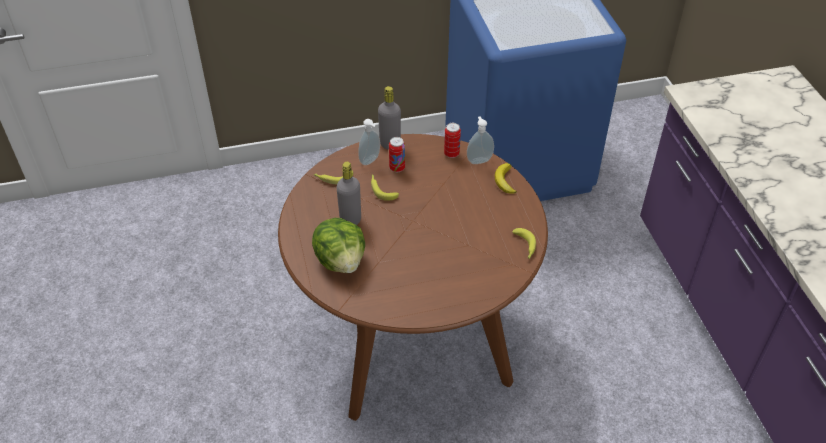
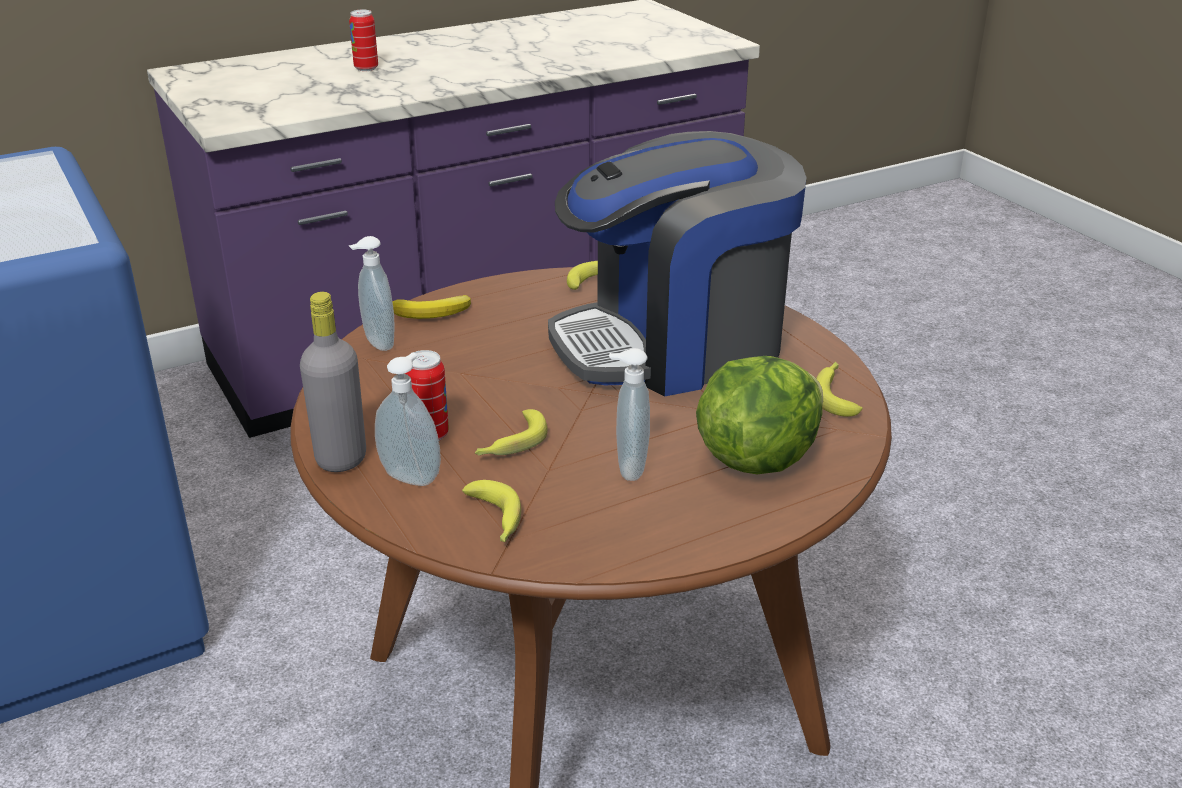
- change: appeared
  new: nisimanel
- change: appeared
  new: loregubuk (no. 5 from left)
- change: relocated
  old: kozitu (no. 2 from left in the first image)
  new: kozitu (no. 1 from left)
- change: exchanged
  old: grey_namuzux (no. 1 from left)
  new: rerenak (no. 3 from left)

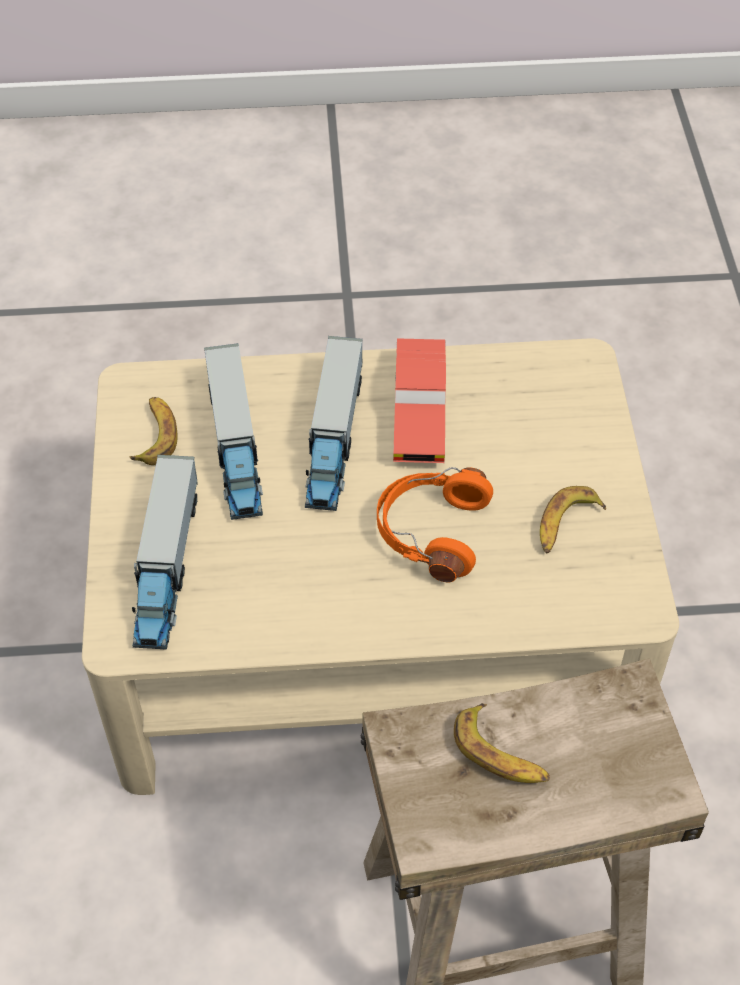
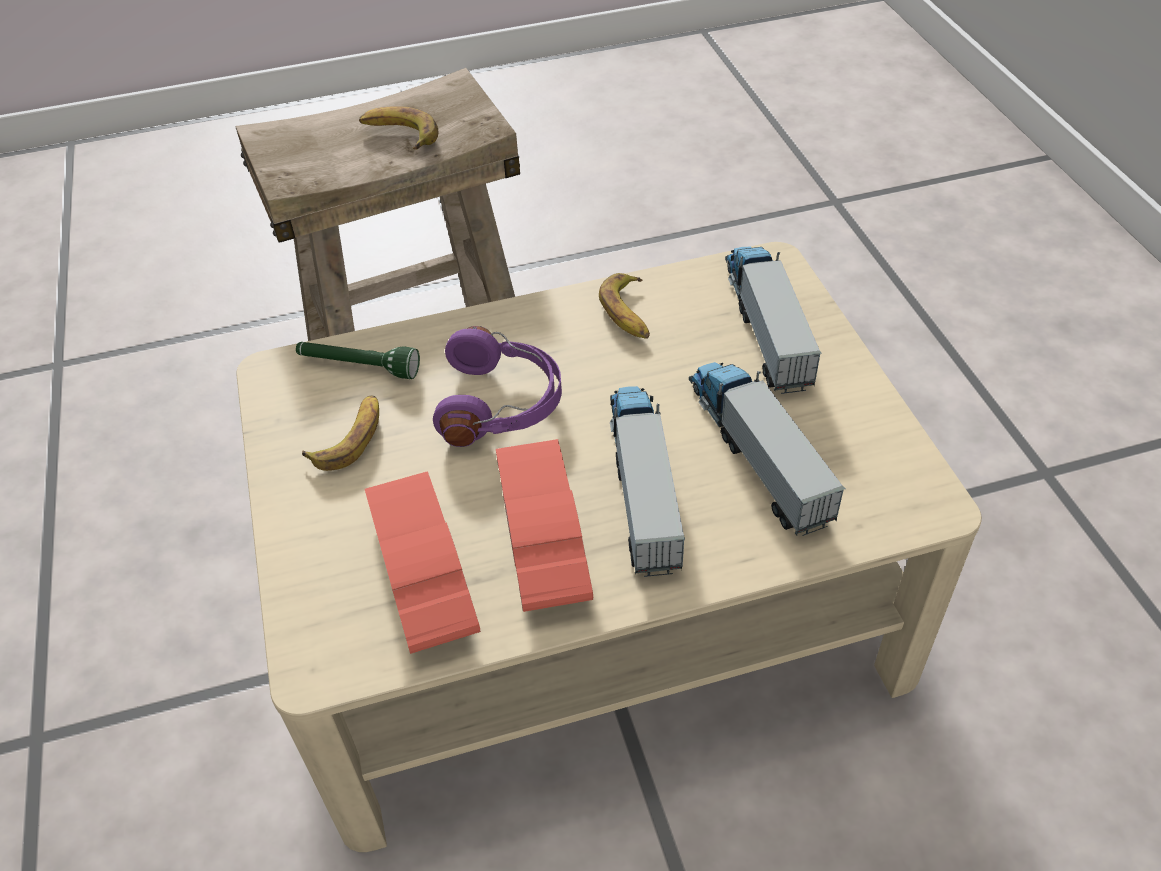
- change: appeared
  new: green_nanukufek
- change: appeared
  new: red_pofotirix (no. 1 from left)
- change: relocated
  old: loregubuk (no. 1 from left in the first image)
  new: loregubuk (no. 3 from left)
- change: colour
  old: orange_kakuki
  new: purple_kakuki

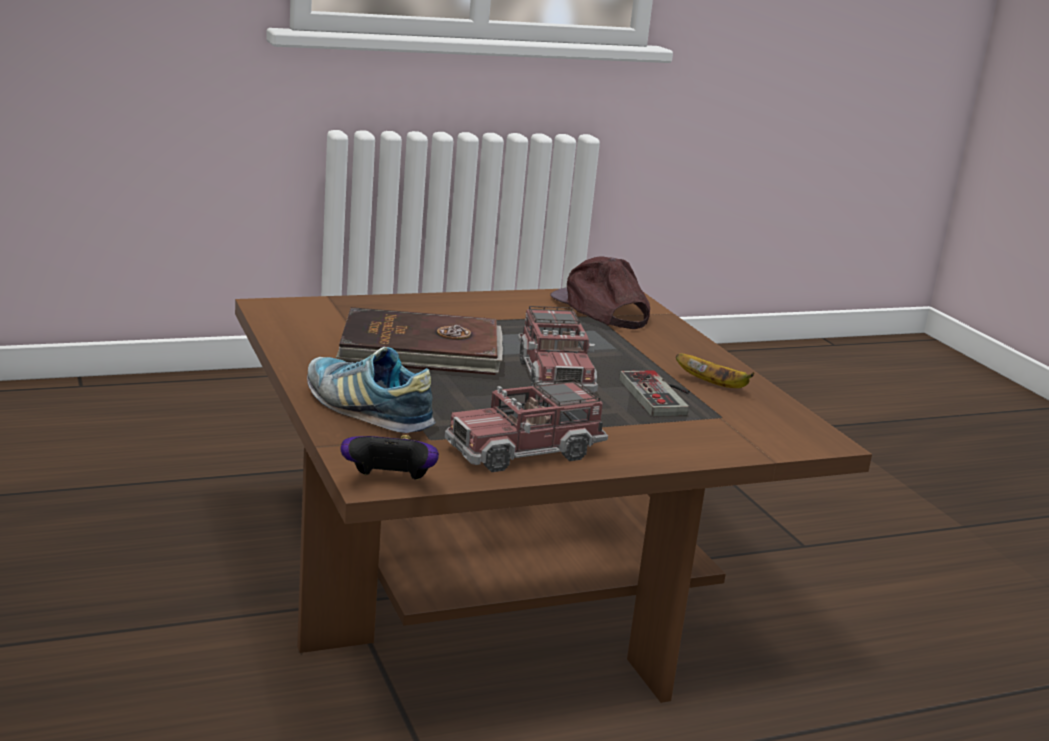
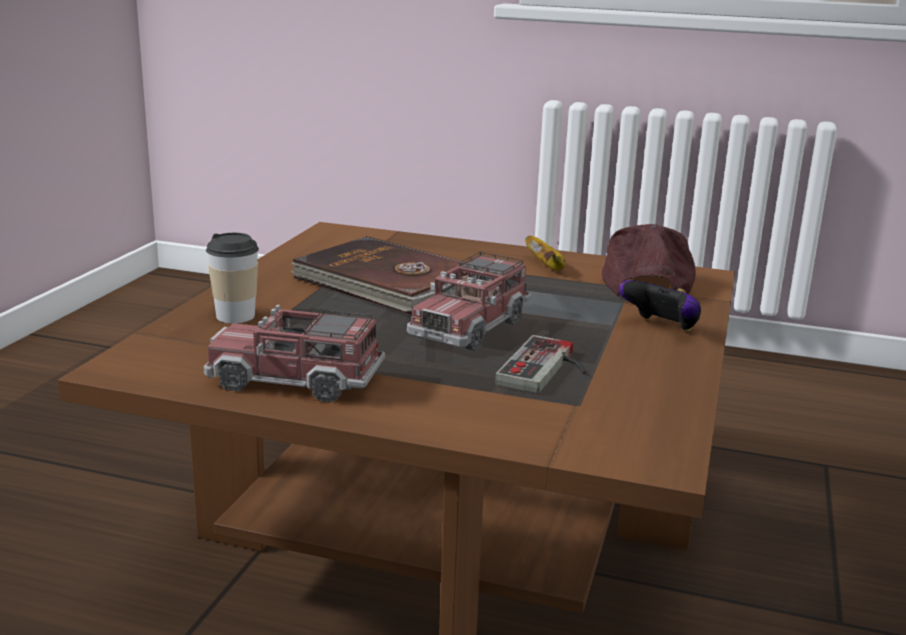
- change: relocated
  old: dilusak (no. 1 from left in the first image)
  new: dilusak (no. 2 from left)
- change: relocated
  old: loregubuk
- change: exchanged
  old: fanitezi
  new: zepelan

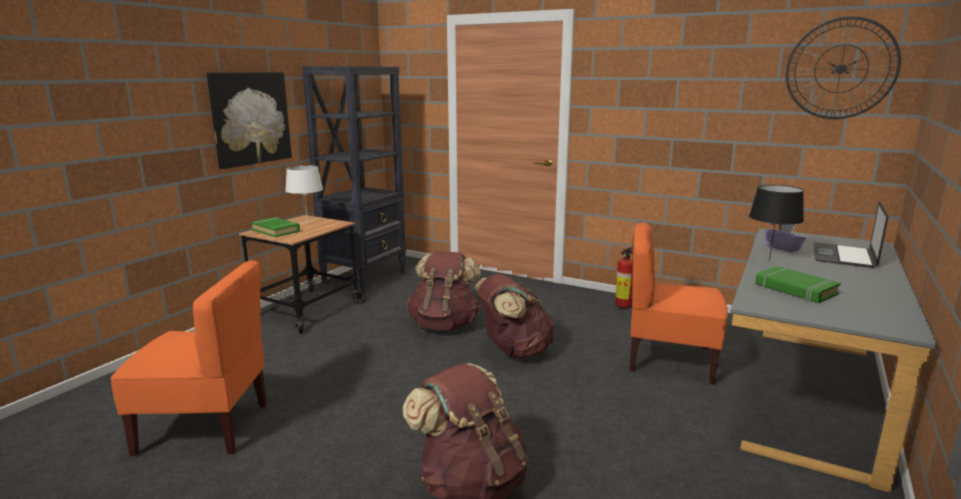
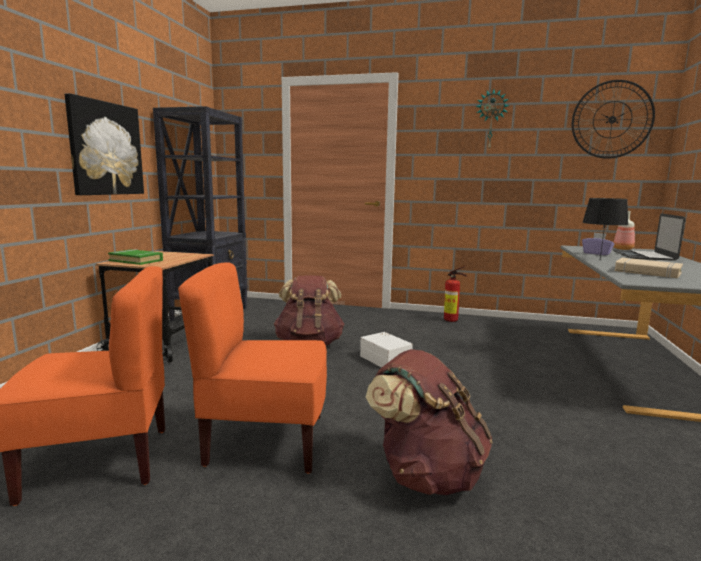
- change: missing
  old: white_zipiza
- change: appeared
  new: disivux (no. 1 from left)
- change: appeared
  new: namuzux
- change: relocated
  old: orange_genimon (no. 2 from left)
- change: exchanged
  old: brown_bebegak (no. 3 from left)
  new: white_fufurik
- change: colour
  old: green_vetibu (no. 2 from left)
  new: beige_vetibu

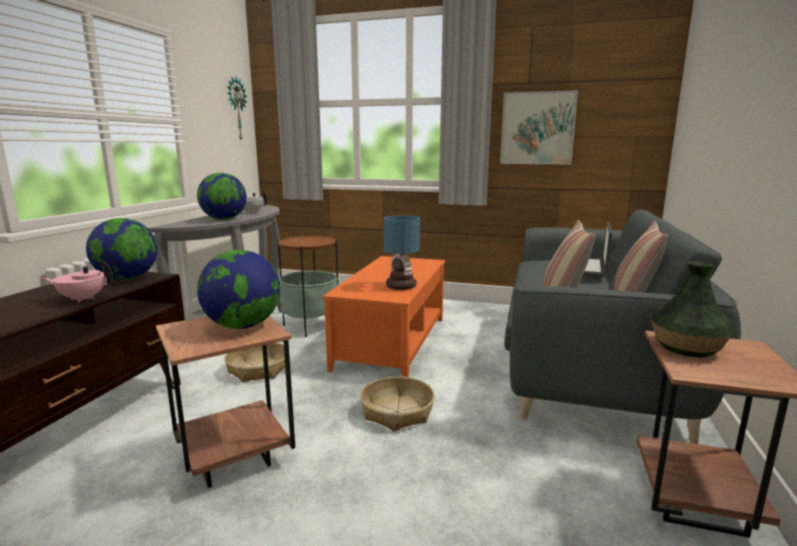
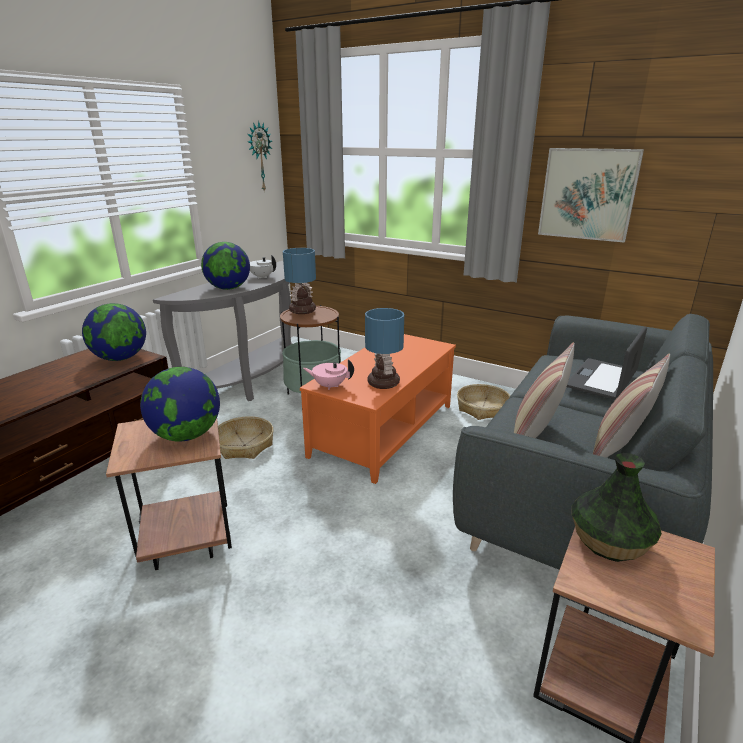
- change: appeared
  new: zipiza (no. 1 from left)
- change: relocated
  old: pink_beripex
- change: relocated
  old: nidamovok (no. 2 from left)

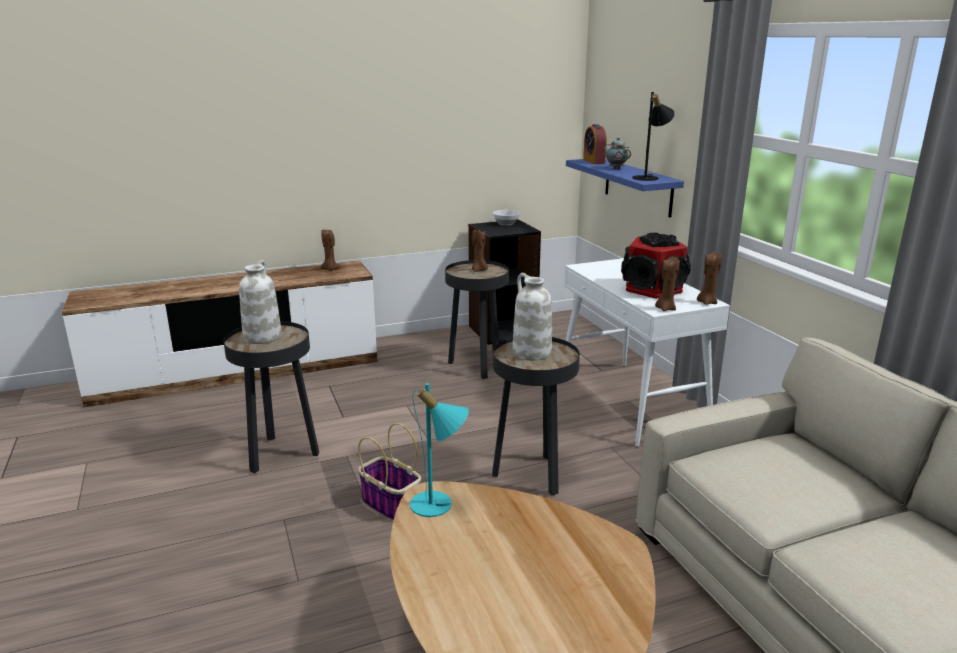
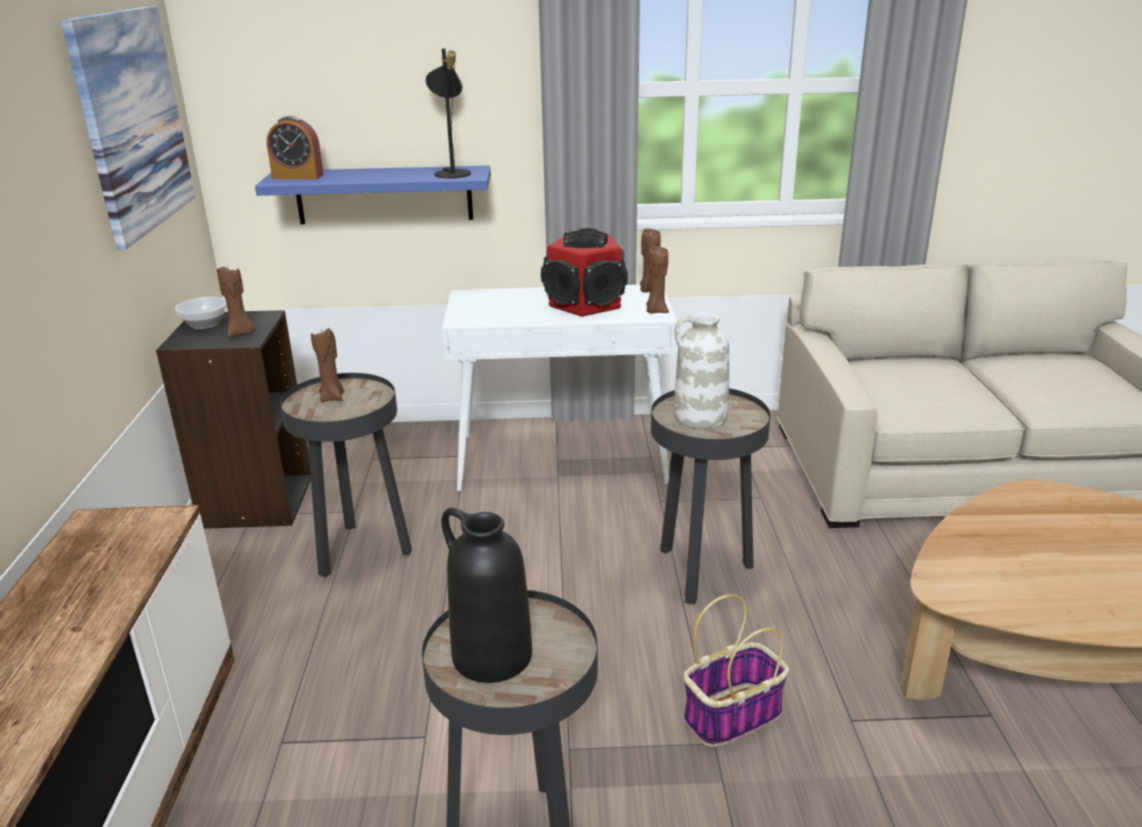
- change: missing
  old: turquoise_zipiza
- change: missing
  old: beripex
- change: appeared
  new: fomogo
- change: relocated
  old: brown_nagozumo (no. 1 from left)
- change: colour
  old: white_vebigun (no. 1 from left)
  new: black_vebigun

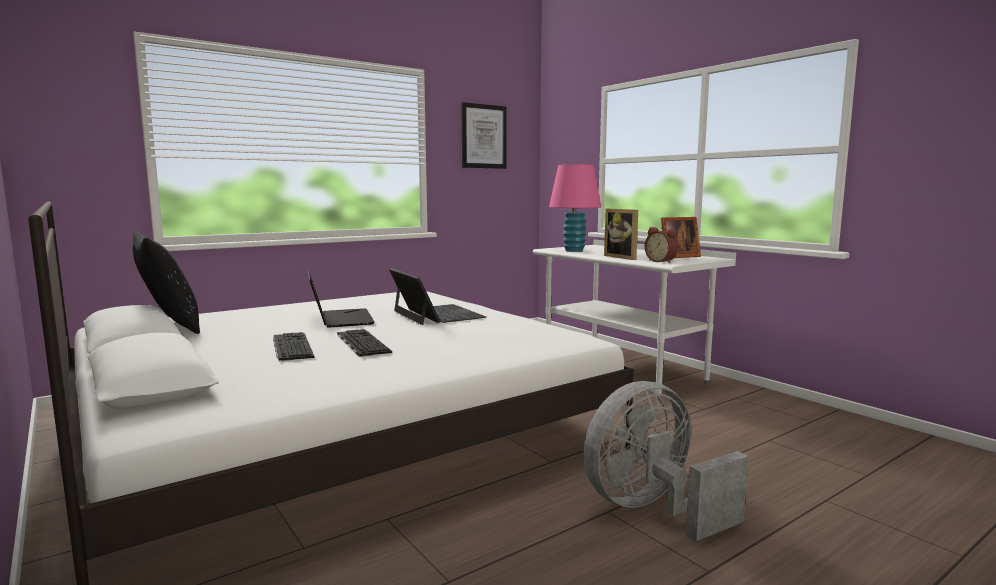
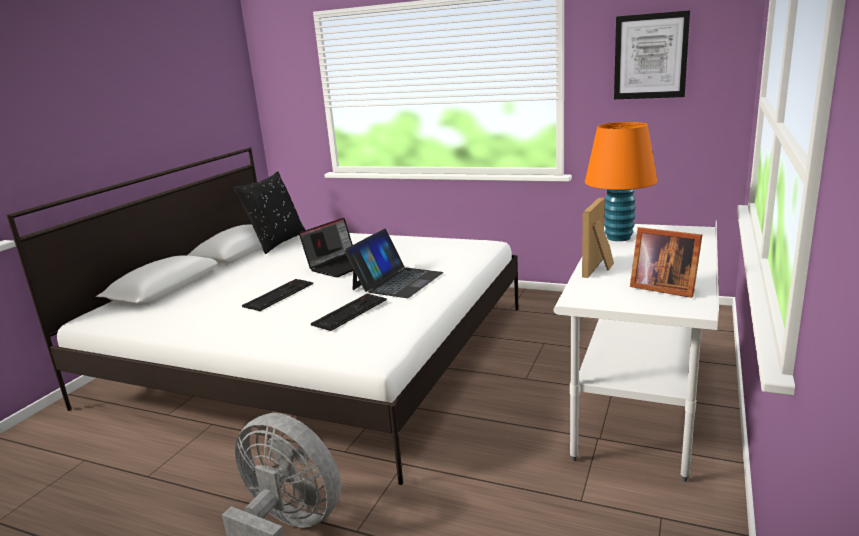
- change: missing
  old: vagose
- change: relocated
  old: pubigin (no. 1 from left in the first image)
  new: pubigin (no. 2 from left)
- change: colour
  old: pink_zipiza
  new: orange_zipiza

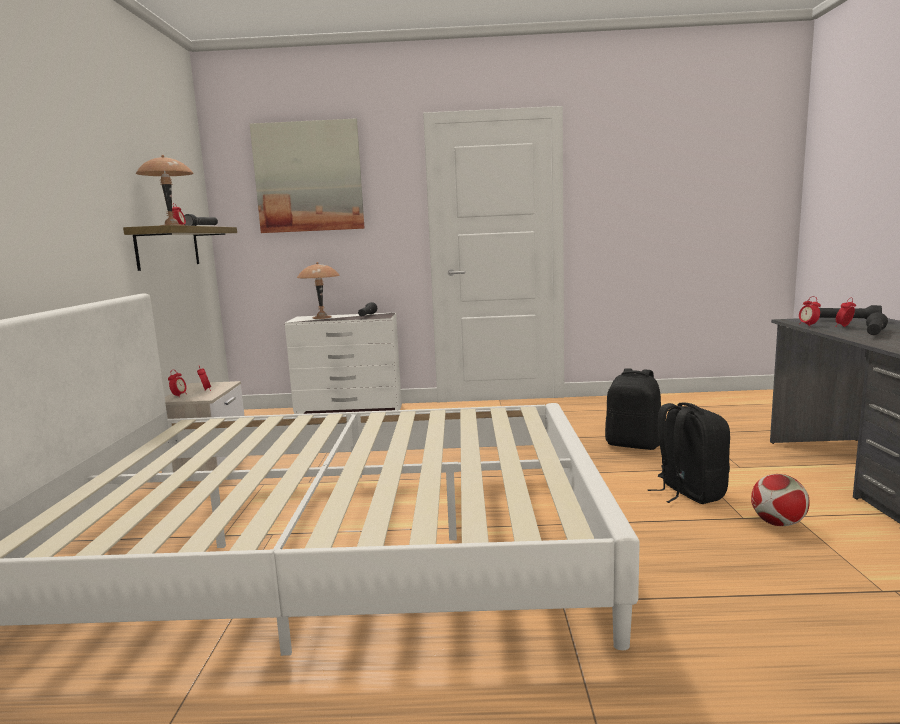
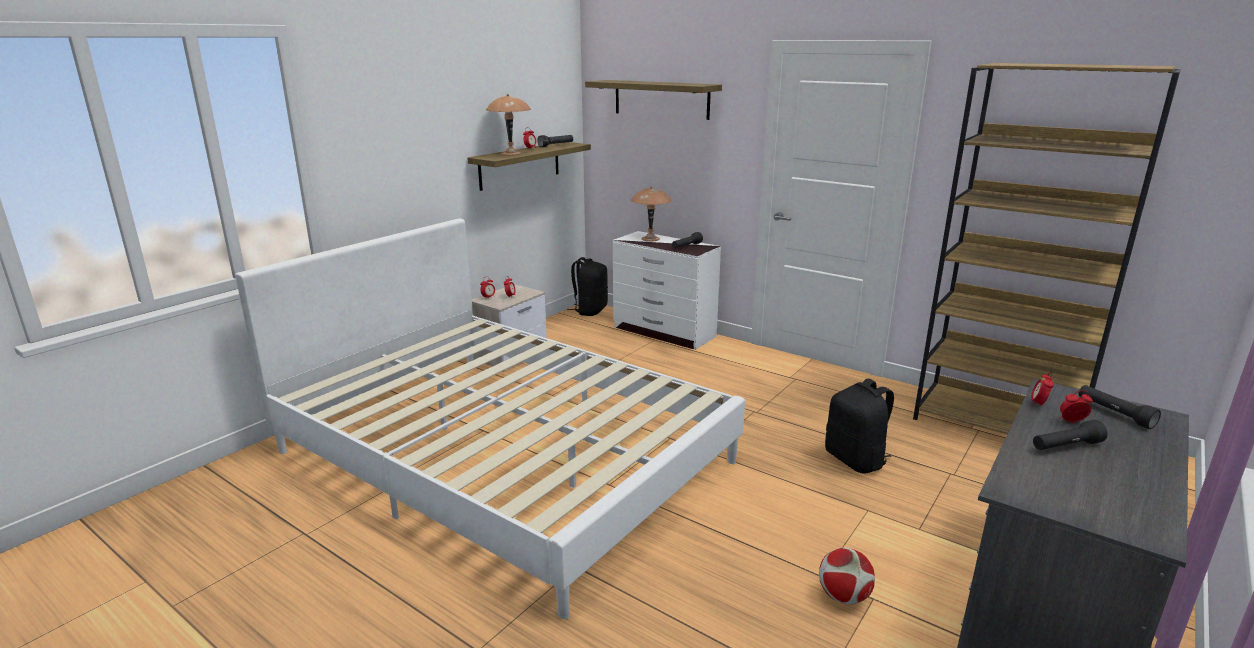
- change: appeared
  new: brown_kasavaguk
- change: relocated
  old: black_bebegak (no. 2 from left in the first image)
  new: black_bebegak (no. 1 from left)
- change: exchanged
  old: fomogo
  new: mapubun (no. 2 from left)

